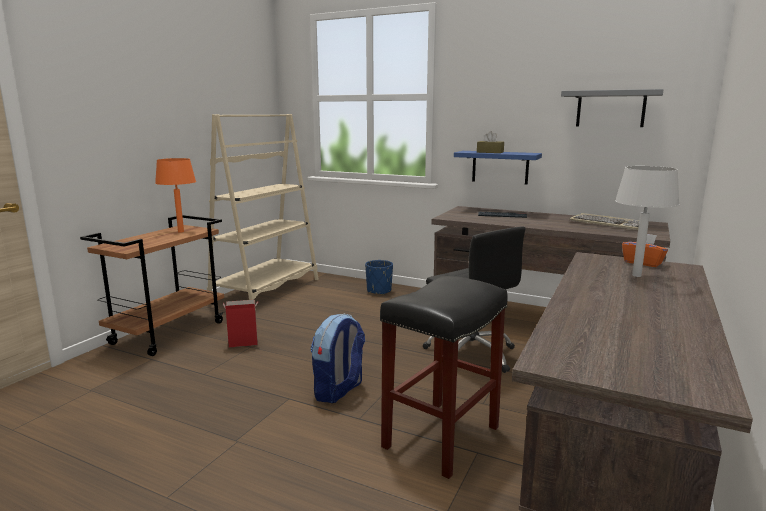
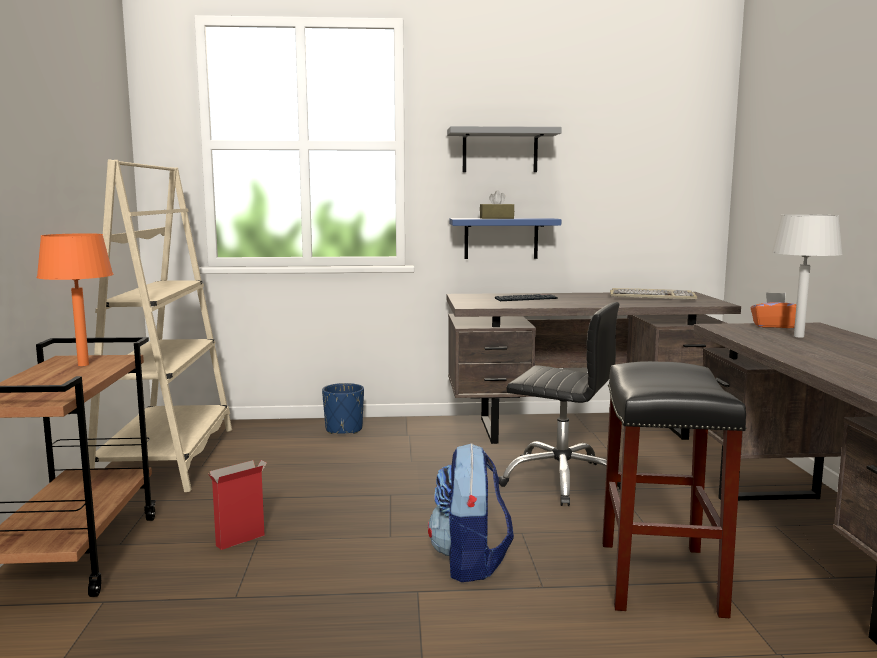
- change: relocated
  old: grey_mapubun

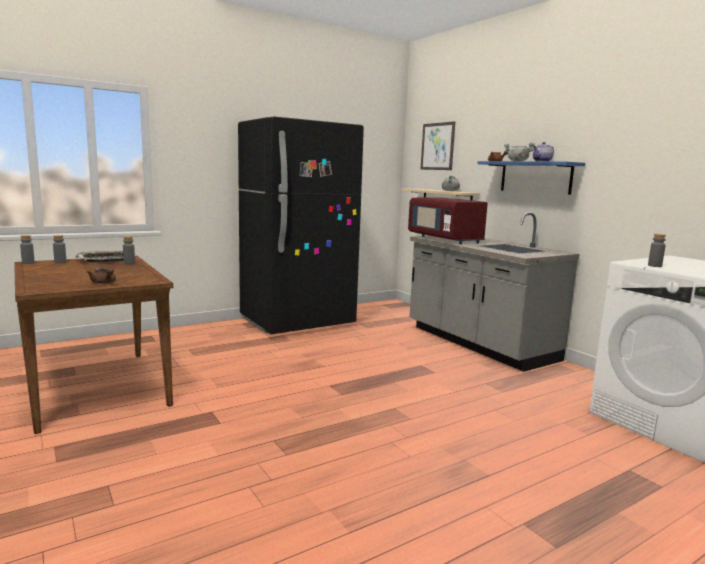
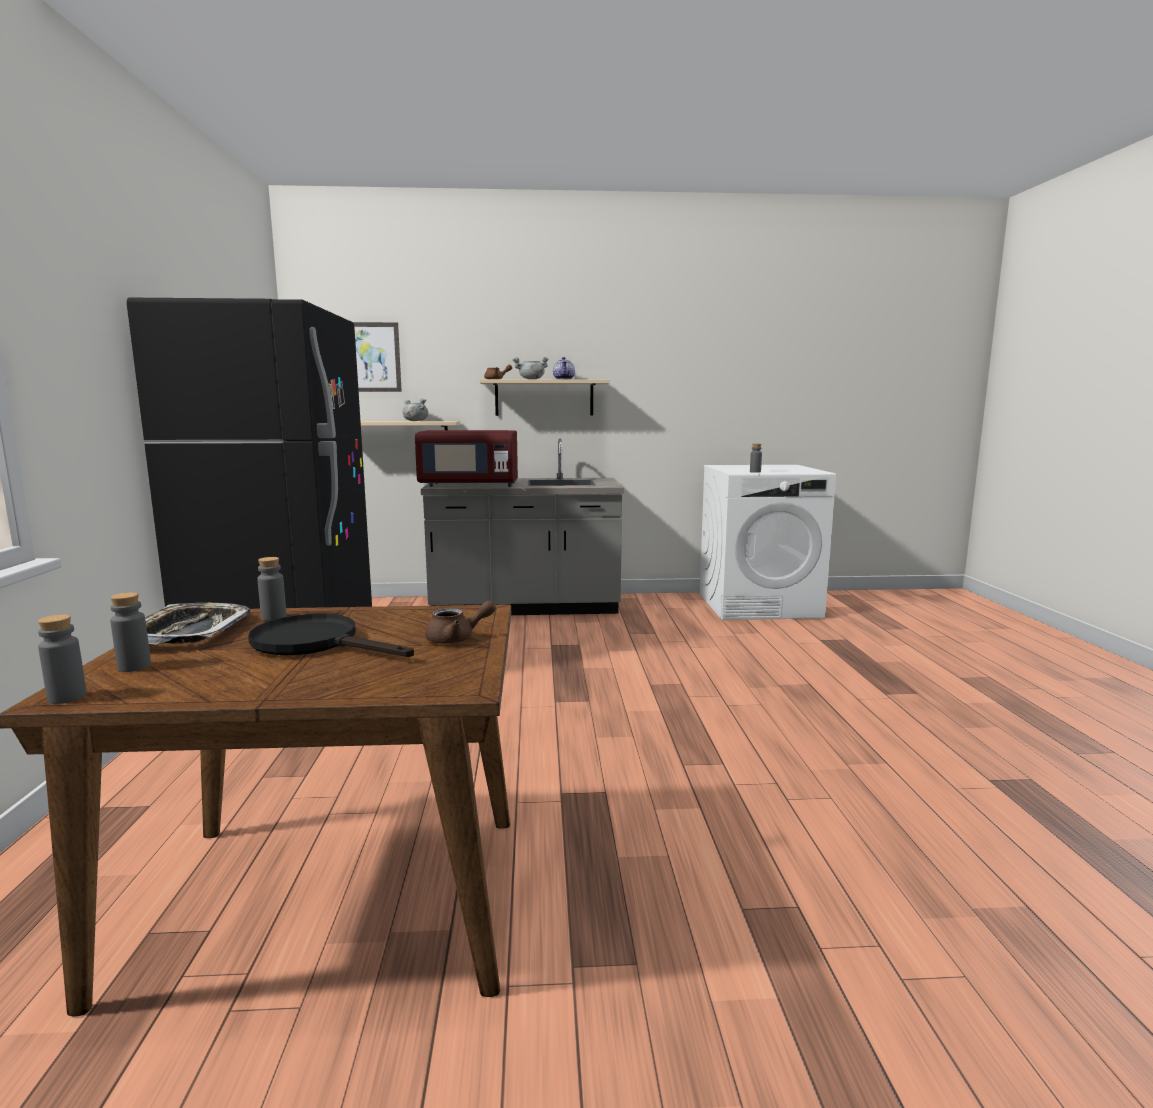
- change: appeared
  new: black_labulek
- change: colour
  old: blue_mapubun
  new: beige_mapubun (no. 2 from left)

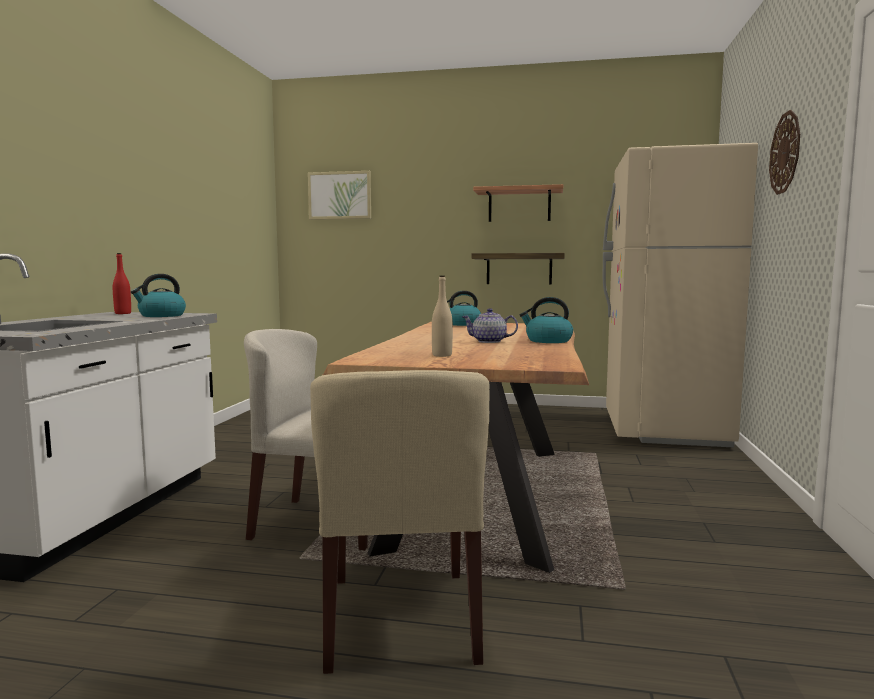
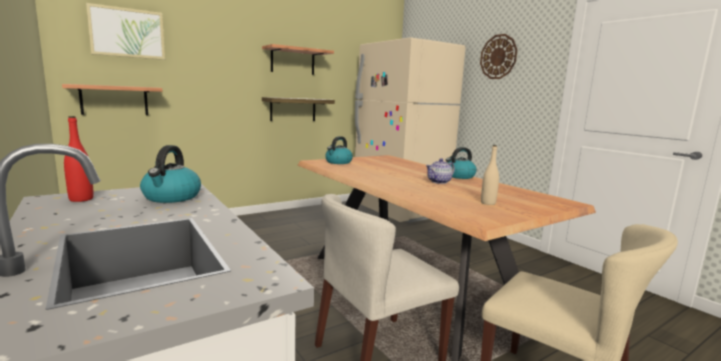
- change: appeared
  new: mapubun (no. 1 from left)

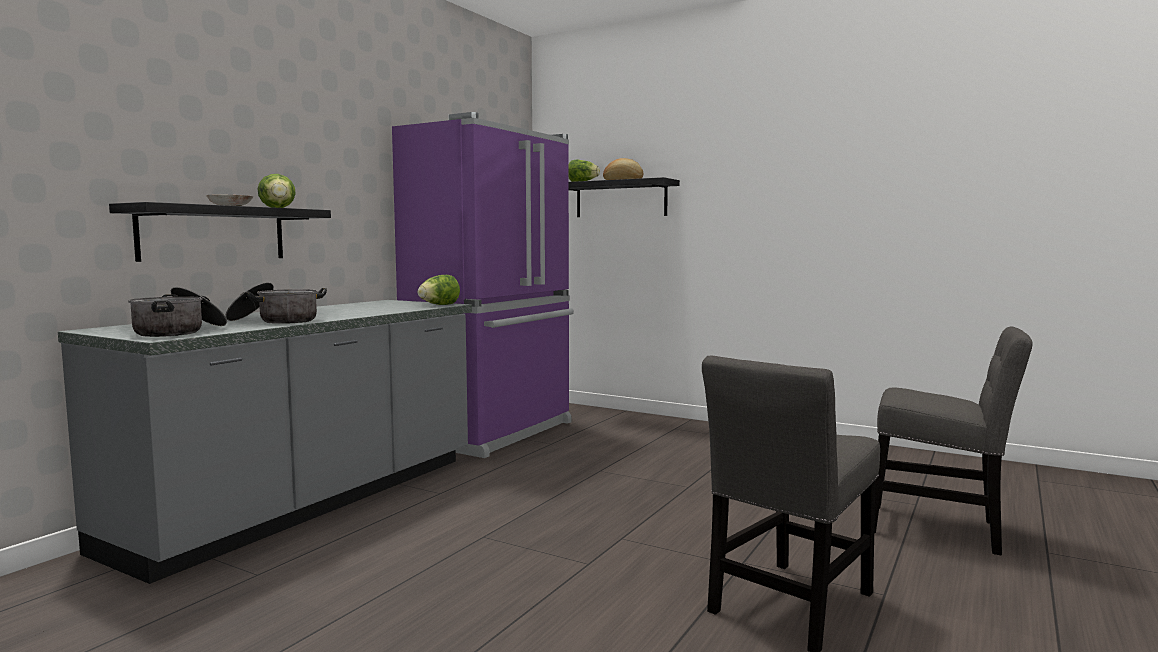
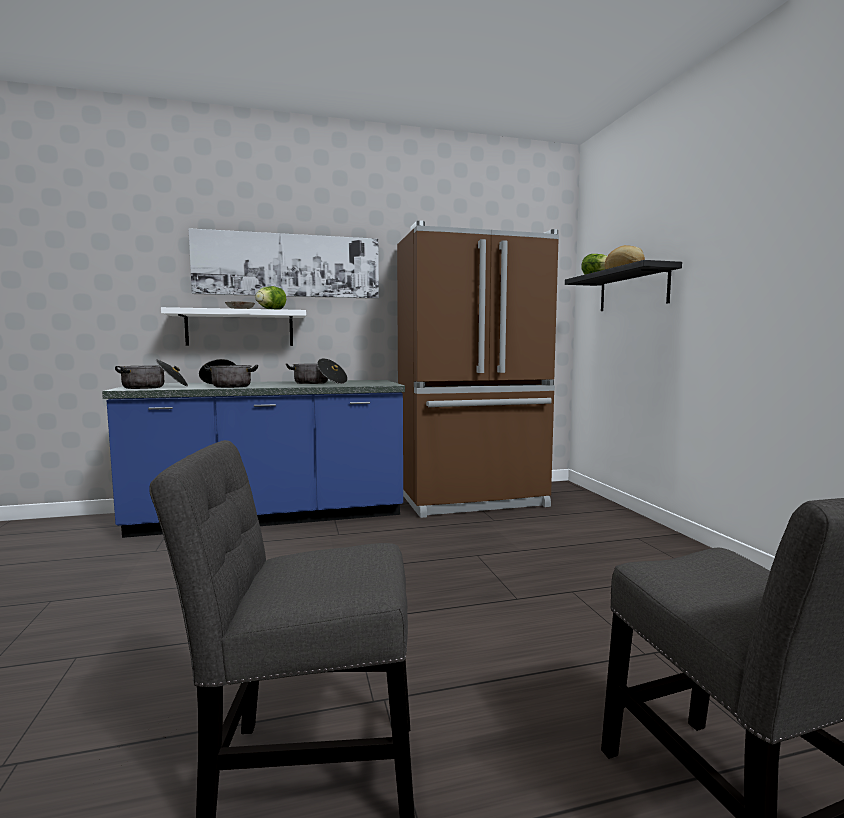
- change: missing
  old: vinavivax (no. 2 from left)
- change: appeared
  new: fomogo
- change: appeared
  new: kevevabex (no. 3 from left)
- change: colour
  old: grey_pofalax
  new: blue_pofalax
- change: colour
  old: black_mapubun (no. 1 from left)
  new: white_mapubun
- change: colour
  old: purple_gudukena
  new: brown_gudukena

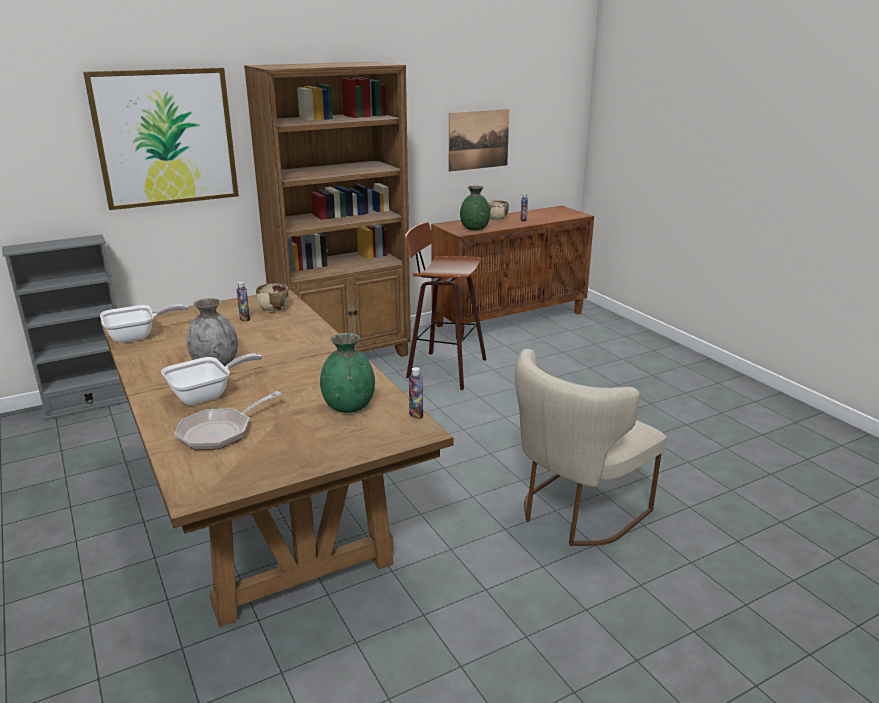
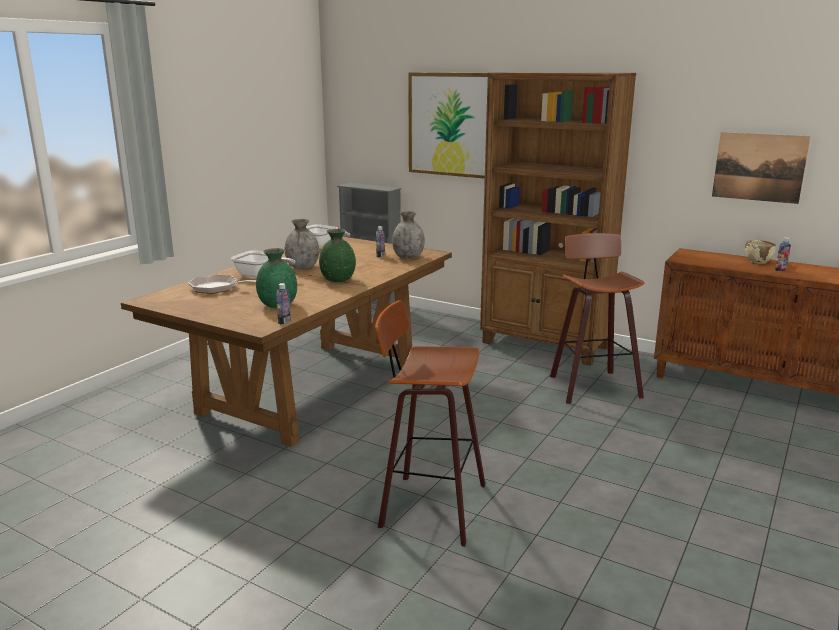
- change: relocated
  old: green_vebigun (no. 2 from left)
- change: exchanged
  old: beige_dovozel (no. 1 from left)
  new: grey_vebigun (no. 2 from left)
- change: exchanged
  old: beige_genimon
  new: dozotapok (no. 1 from left)

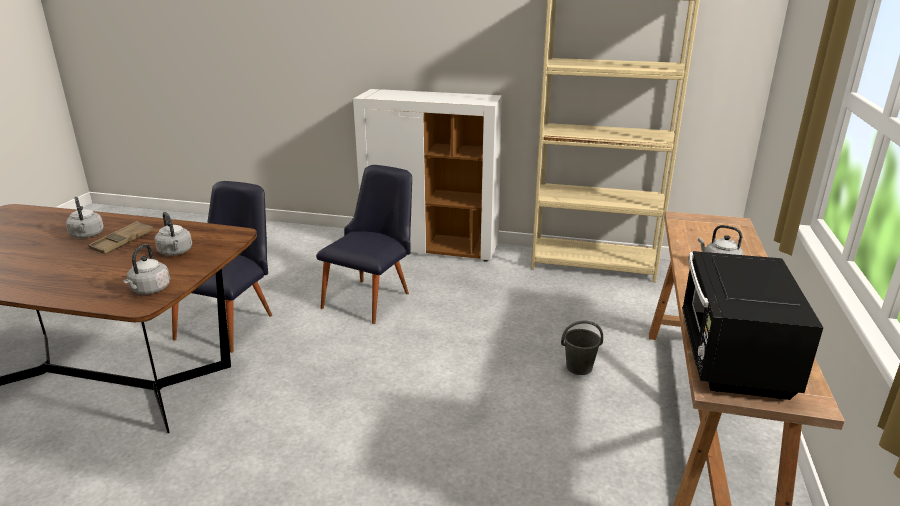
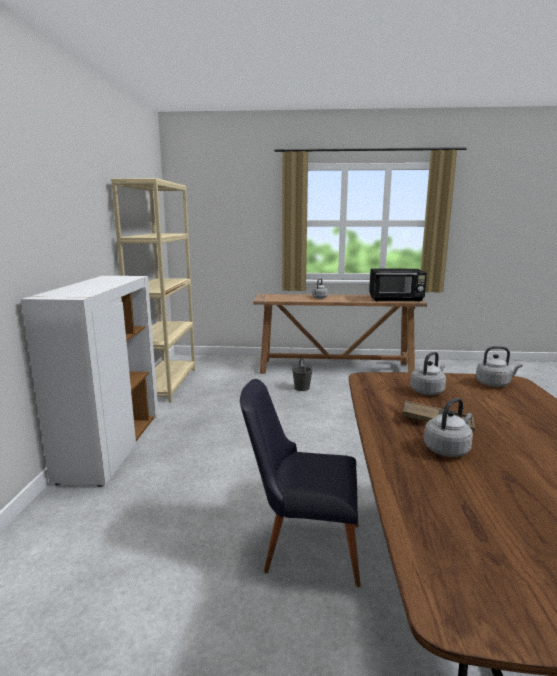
- change: missing
  old: black_genimon (no. 2 from left)

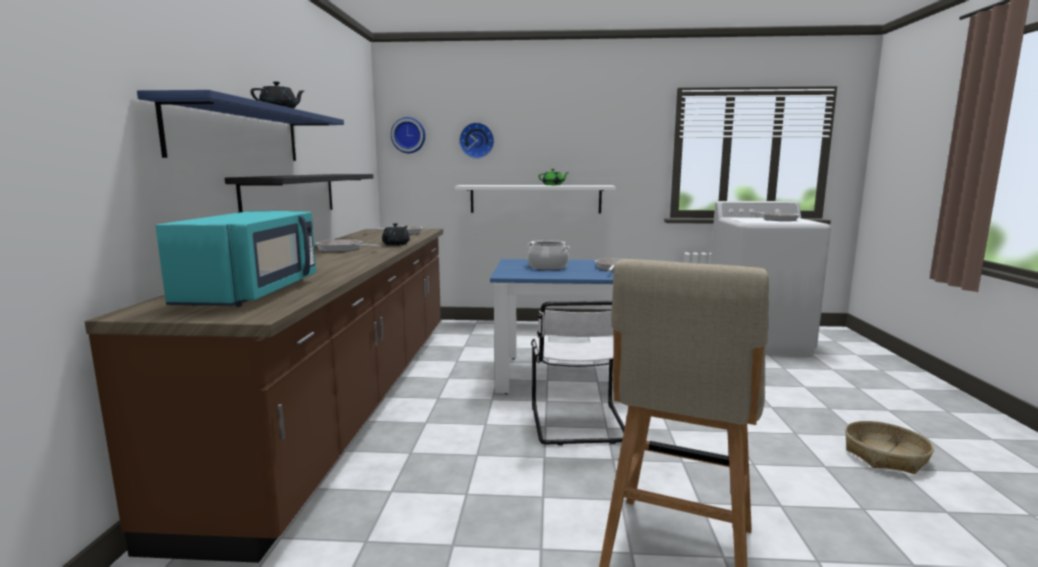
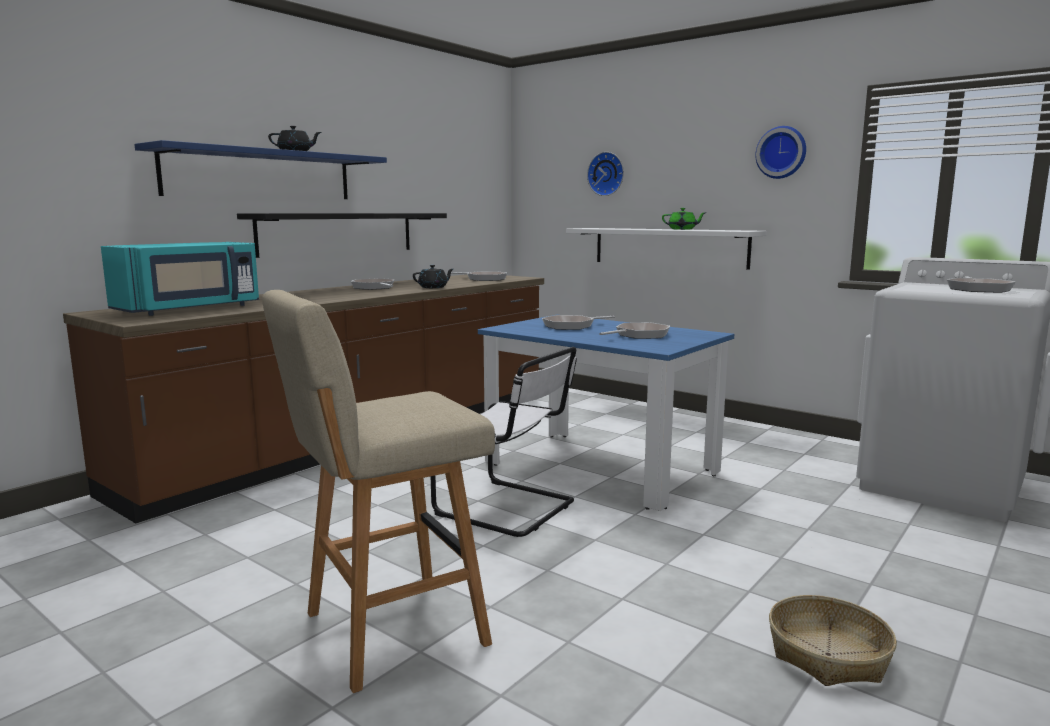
- change: relocated
  old: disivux (no. 1 from left in the first image)
  new: disivux (no. 2 from left)
- change: exchanged
  old: kevevabex
  new: labulek (no. 3 from left)
- change: spun
  old: white_genimon
  degrees: -90

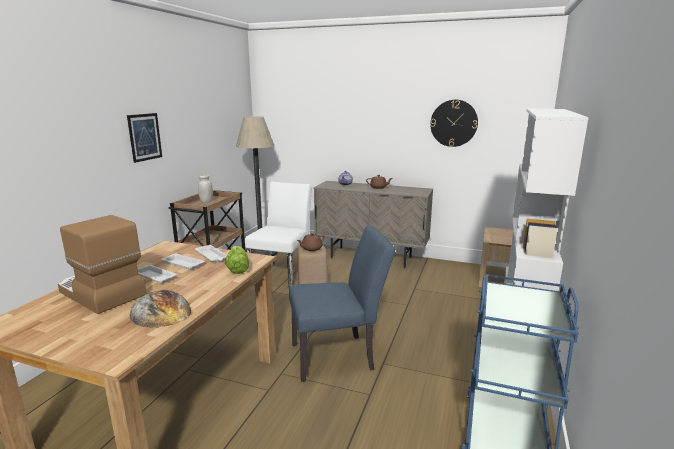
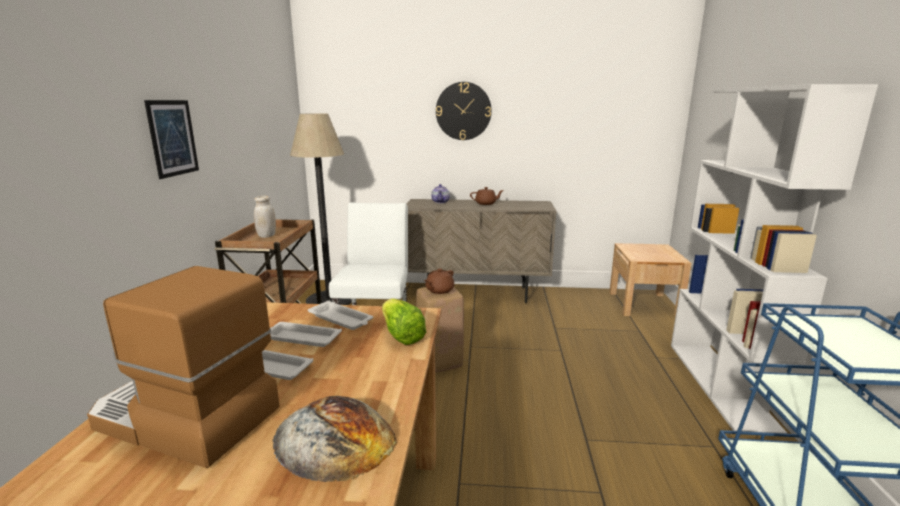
- change: missing
  old: blue_genimon
- change: relocated
  old: disivux

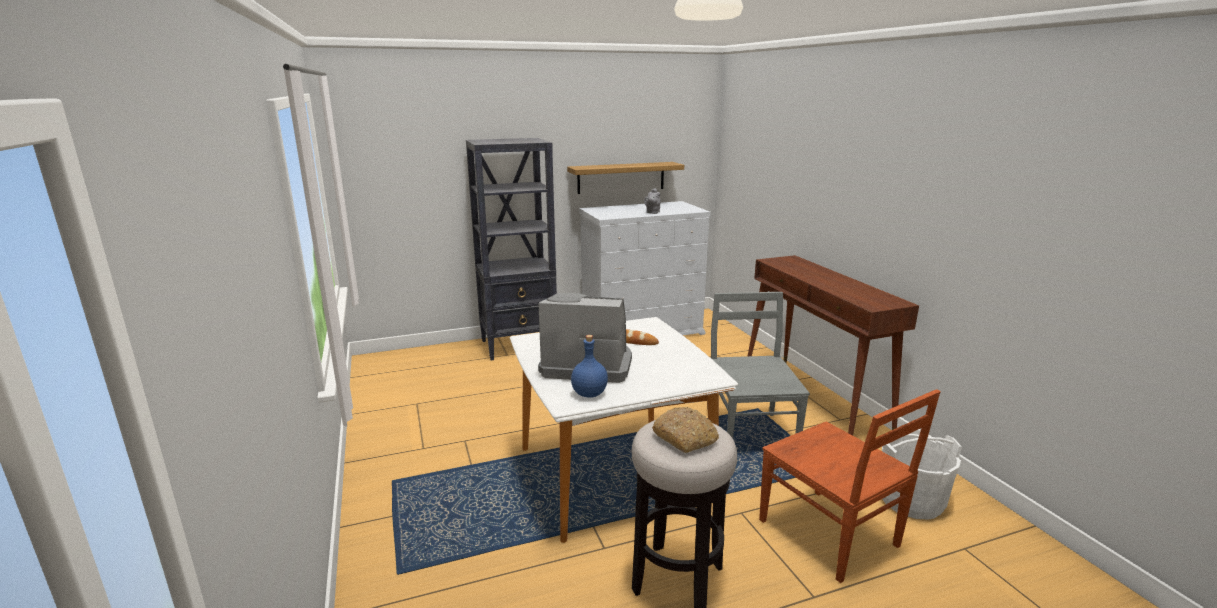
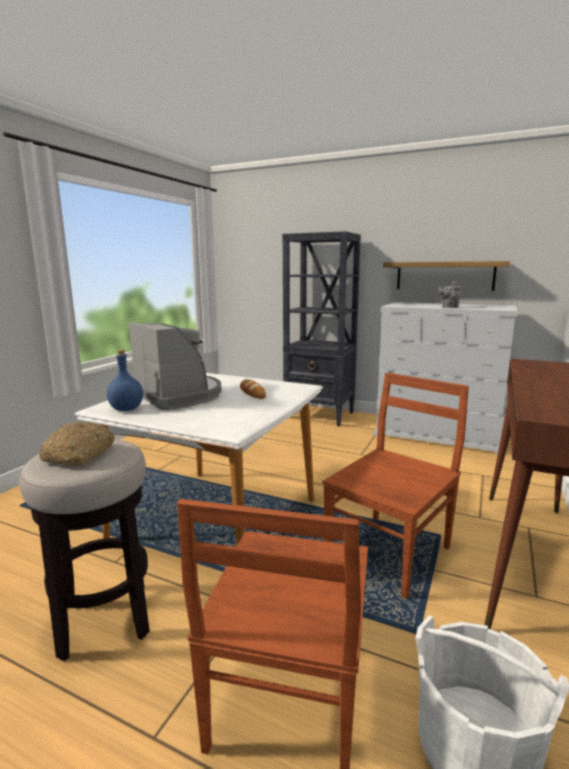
- change: colour
  old: grey_genimon
  new: brown_genimon (no. 2 from left)

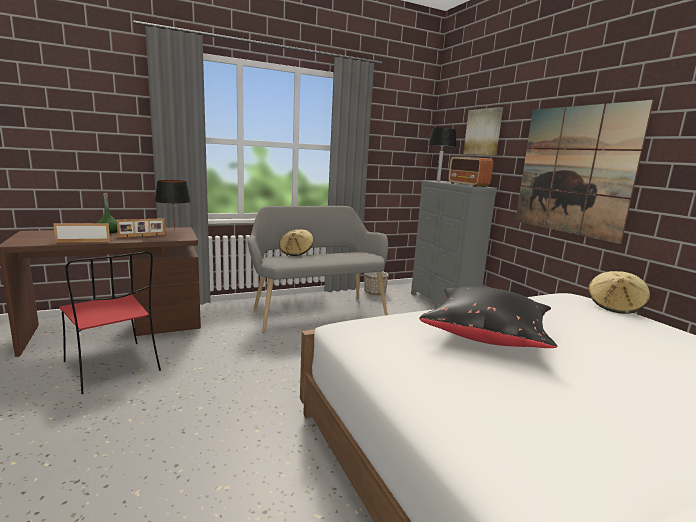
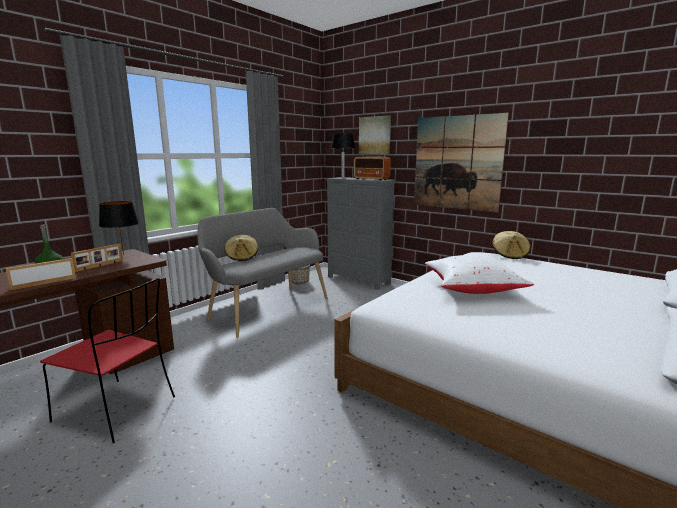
- change: colour
  old: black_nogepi
  new: white_nogepi

